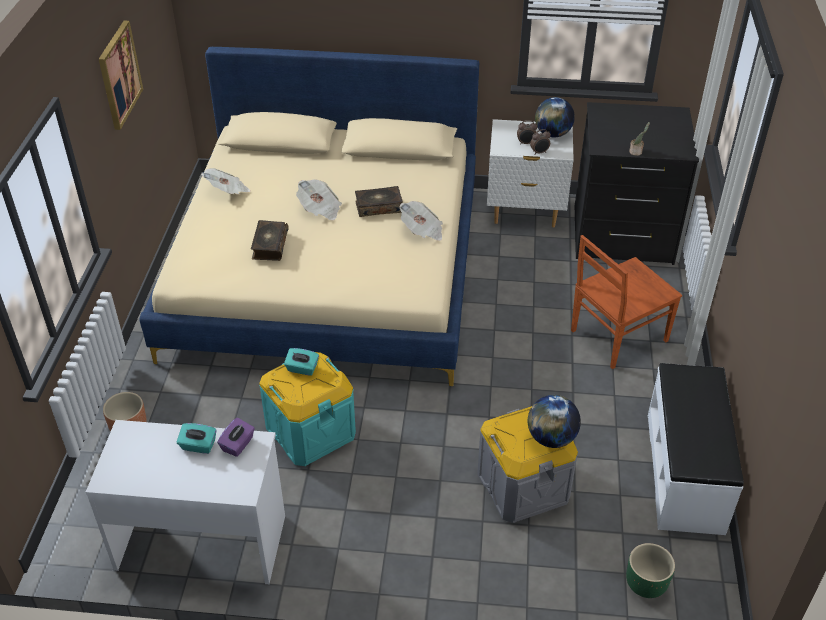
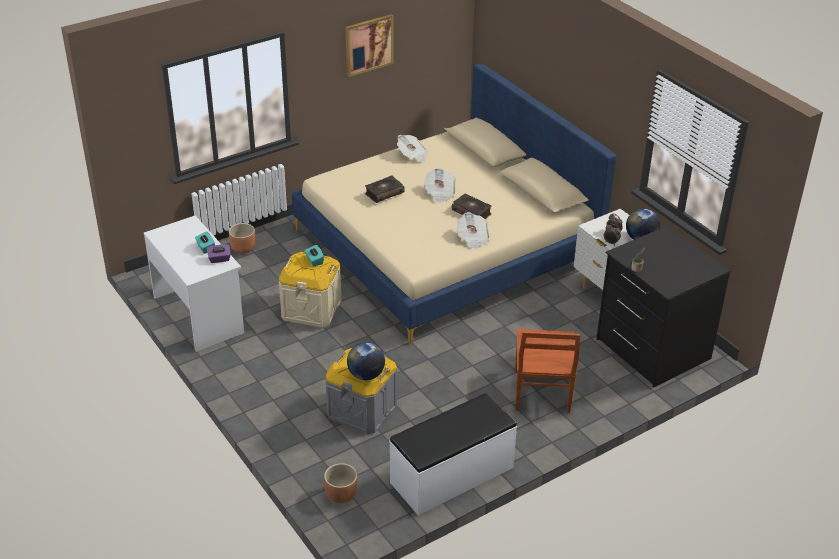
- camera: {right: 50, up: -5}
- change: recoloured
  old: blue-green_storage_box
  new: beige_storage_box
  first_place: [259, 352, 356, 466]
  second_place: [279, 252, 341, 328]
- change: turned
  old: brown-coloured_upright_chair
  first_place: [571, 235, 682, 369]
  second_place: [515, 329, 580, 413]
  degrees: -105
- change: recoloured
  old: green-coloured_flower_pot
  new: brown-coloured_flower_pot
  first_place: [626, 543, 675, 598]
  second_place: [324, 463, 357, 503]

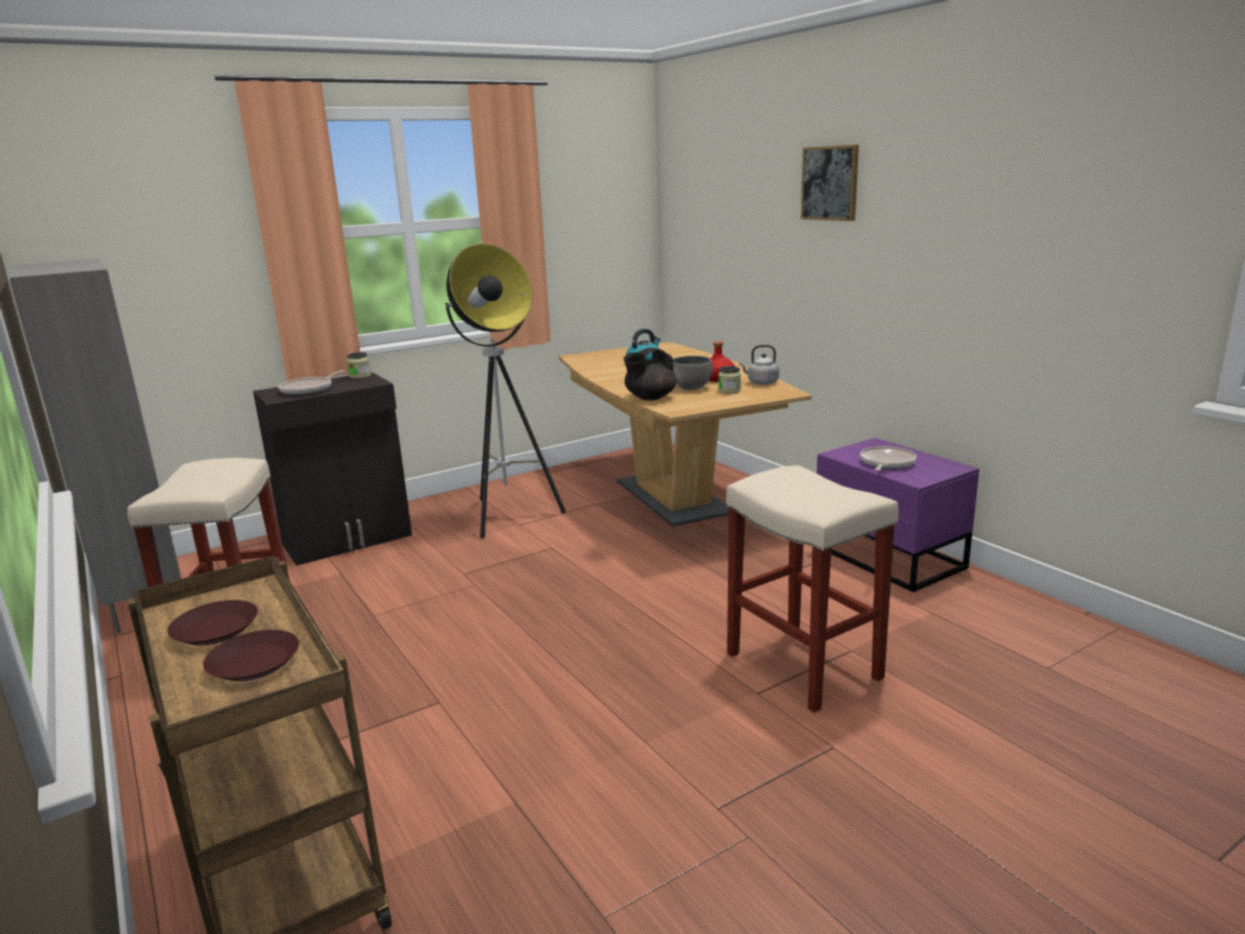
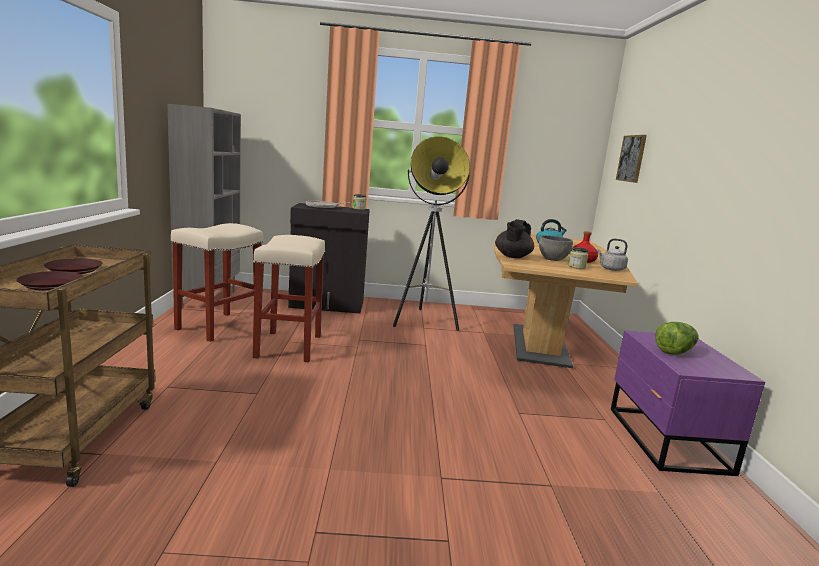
- camera: {right: 30, up: -5}
- change: turned
  old: black_tea_pot
  first_place: [624, 348, 676, 400]
  second_place: [495, 219, 534, 258]
  degrees: -60
- change: moved
  old: beige_sitting_stool
  first_place: [726, 465, 899, 713]
  second_place: [253, 235, 325, 362]
- change: moved
  old: wall_art
  first_place: [801, 145, 859, 221]
  second_place: [616, 135, 647, 183]
- change: replaced
  old: skillet
  new: lettuce
  first_place: [860, 446, 917, 471]
  second_place: [655, 322, 699, 355]

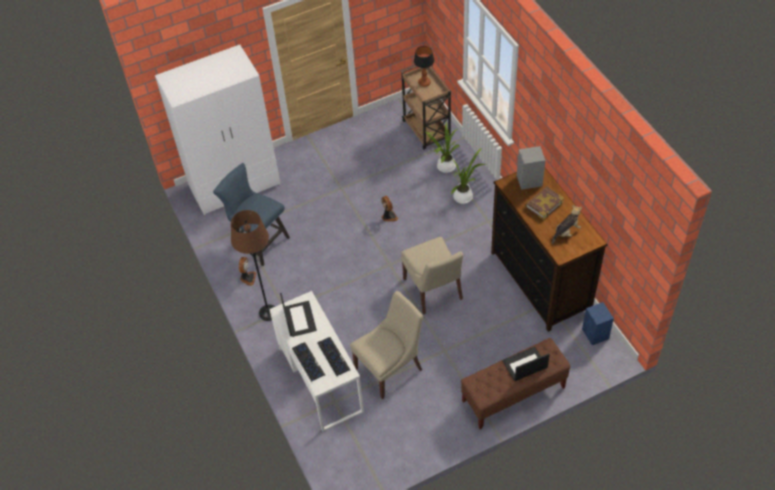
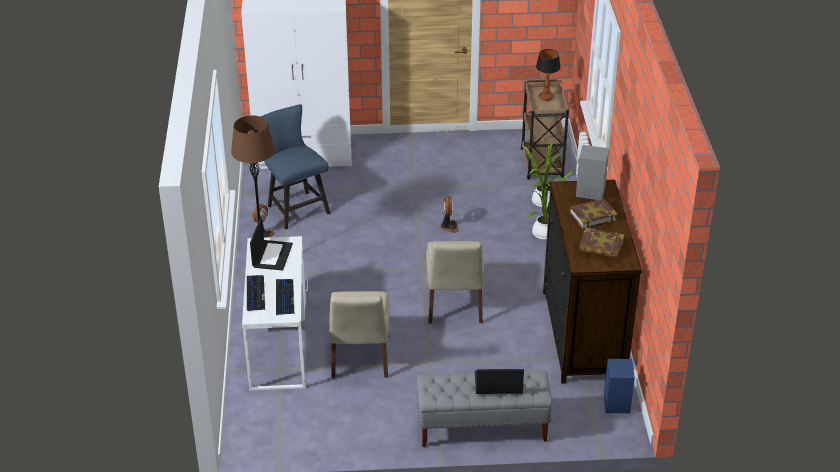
- camera: {right: 20, up: -15}
- change: turned
  old: beige_upright_chair
  first_place: [350, 291, 423, 399]
  second_place: [329, 291, 390, 378]
  degrees: 105
- change: recoloured
  old: brown-coloured_indoor_bench
  new: grey_indoor_bench
  first_place: [461, 338, 570, 429]
  second_place: [417, 370, 552, 447]
- change: replaced
  old: cuddly_toy
  new: bound_book
  first_place: [552, 205, 582, 244]
  second_place: [579, 227, 624, 258]

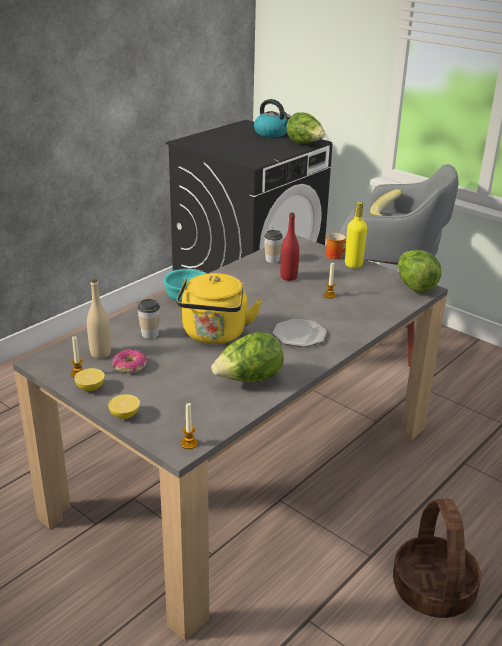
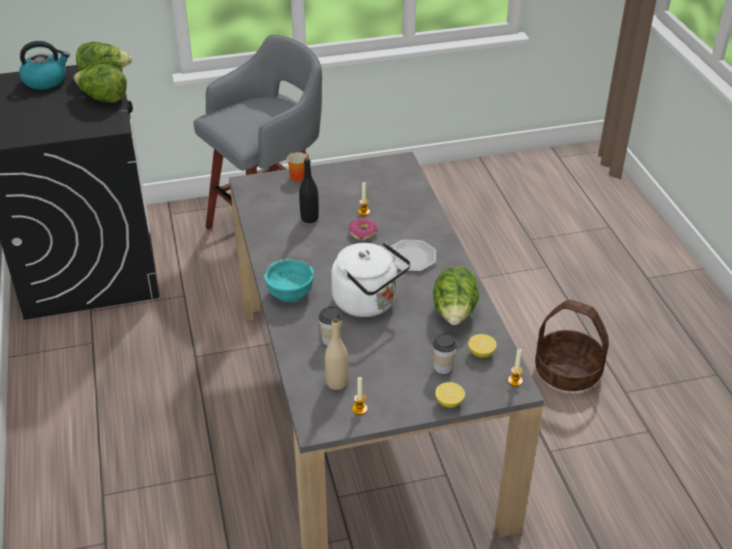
- camera: {right: -55, up: 10}
- change: moved
  old: lemon
  first_place: [74, 368, 105, 391]
  second_place: [468, 334, 497, 358]
- change: moved
  old: donut
  first_place: [112, 349, 147, 373]
  second_place: [349, 218, 377, 240]
- change: recoloured
  old: yellow-coloured_kettle
  new: whitish_kettle
  first_place: [176, 273, 262, 344]
  second_place: [331, 242, 411, 317]
- change: moved
  old: small_cup
  first_place: [264, 230, 283, 263]
  second_place: [433, 333, 457, 374]
- change: recoloured
  old: red-coloured_beverage_bottle
  new: black_beverage_bottle
  first_place: [280, 212, 299, 281]
  second_place: [299, 157, 319, 223]
- change: removed
  old: yellow-coloured_beverage_bottle
  first_place: [345, 202, 367, 268]
- change: removed
  old: banana_fruit
  first_place: [370, 189, 402, 216]
- change: moved
  old: lettuce
  first_place: [398, 250, 441, 293]
  second_place: [74, 64, 127, 103]

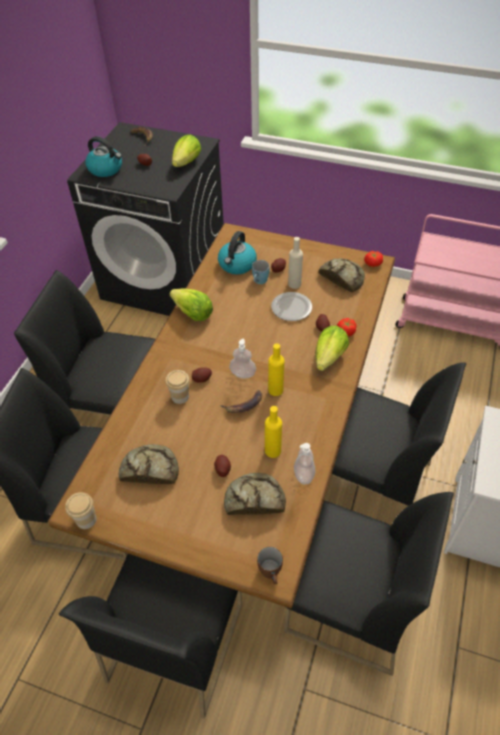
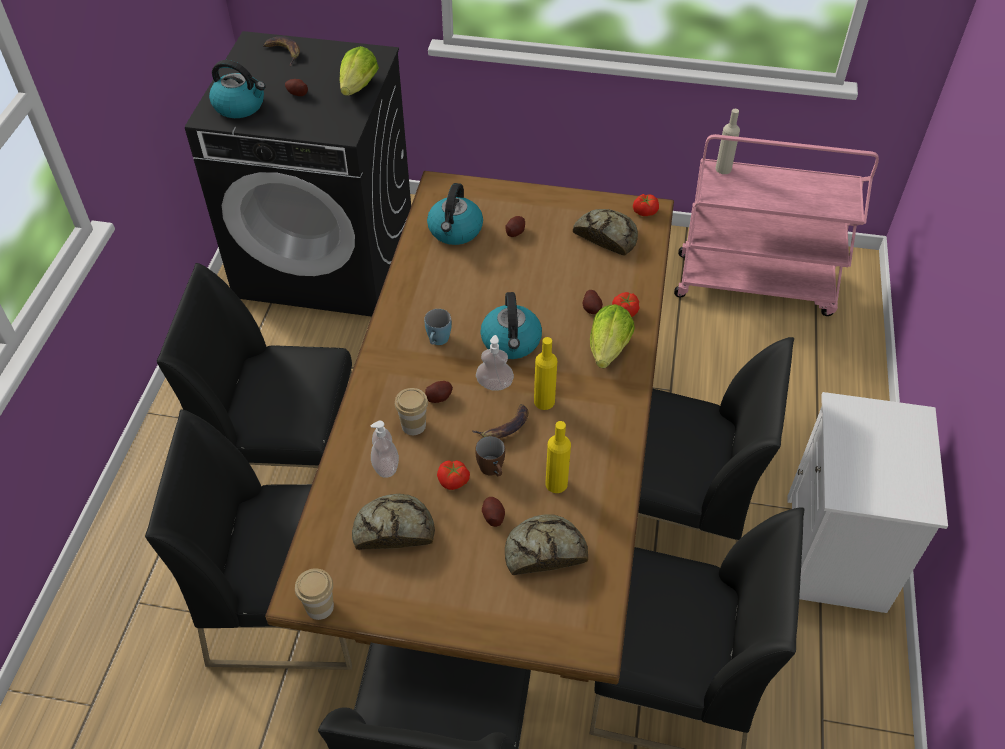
- camera: {right: -10, up: 0}
- change: removed
  old: lettuce
  first_place: [170, 288, 213, 321]
- change: moved
  old: blue_coffee_mug
  first_place: [252, 260, 270, 284]
  second_place: [424, 309, 452, 345]
- change: moved
  old: brown-coloured_coffee_mug
  first_place: [257, 547, 283, 584]
  second_place: [475, 436, 505, 476]
- change: removed
  old: dinner_plate
  first_place: [271, 292, 312, 321]
- change: moved
  old: beige_beverage_bottle
  first_place: [288, 237, 303, 289]
  second_place: [715, 109, 740, 174]
- change: moved
  old: soap_bottle
  first_place: [294, 443, 315, 485]
  second_place: [371, 421, 399, 478]
- change: added
  new: whole_tomato
  second_place: [437, 460, 470, 490]
- change: added
  new: kettle
  second_place: [480, 292, 542, 359]

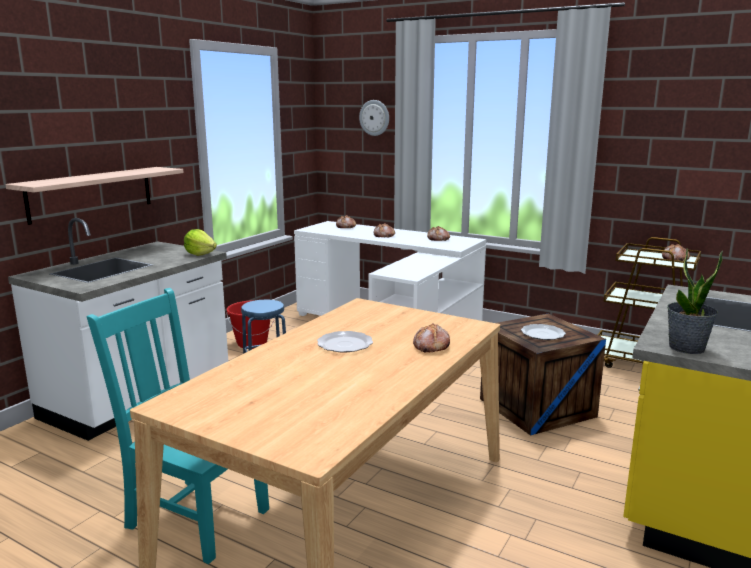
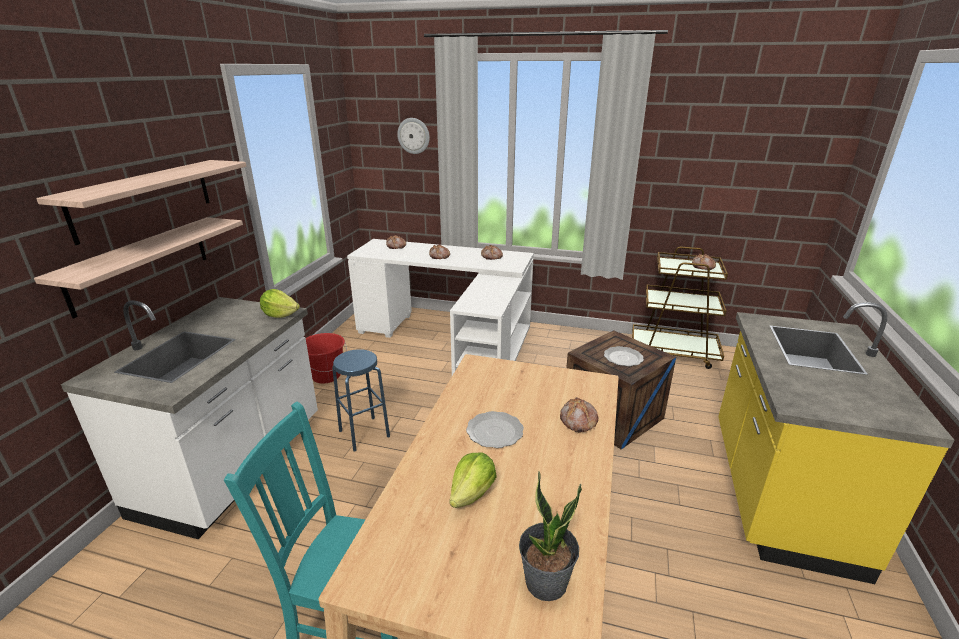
- camera: {right: -15, up: 10}
- change: moved
  old: plant_in_a_pot
  first_place: [667, 249, 723, 354]
  second_place: [519, 471, 582, 601]
- change: added
  new: shelf
  second_place: [36, 160, 246, 245]
- change: added
  new: lettuce
  second_place: [450, 453, 497, 508]

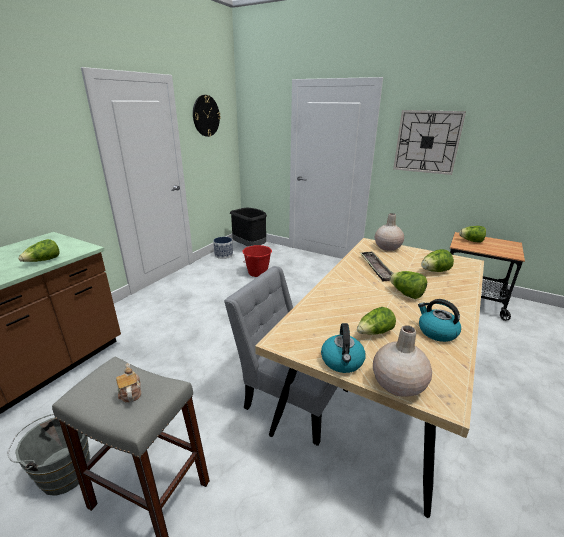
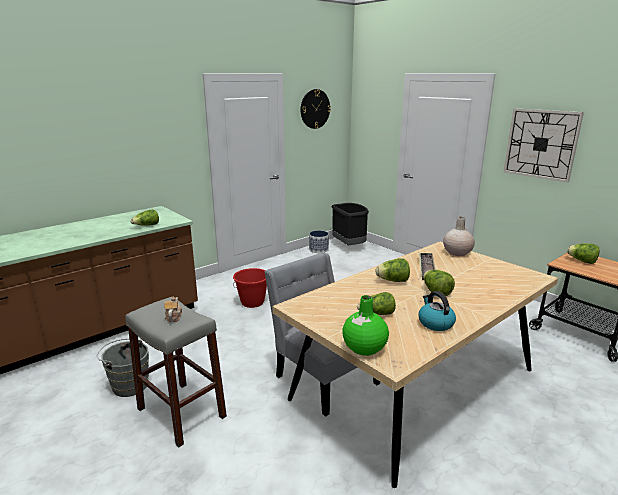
- camera: {right: 20, up: -5}
- change: moved
  old: red-coloured_pail
  first_place: [242, 245, 272, 277]
  second_place: [233, 268, 267, 308]
- change: removed
  old: kettle
  first_place: [321, 323, 365, 373]
- change: recoloured
  old: beige_decorative_vase
  new: green-coloured_decorative_vase
  first_place: [373, 326, 432, 397]
  second_place: [342, 295, 389, 356]
- change: moved
  old: lettuce
  first_place: [421, 249, 454, 272]
  second_place: [376, 258, 410, 282]

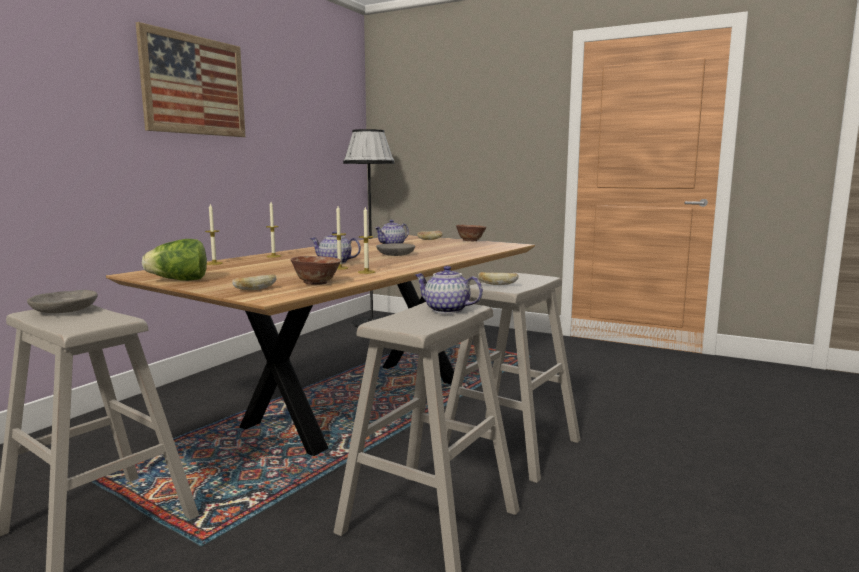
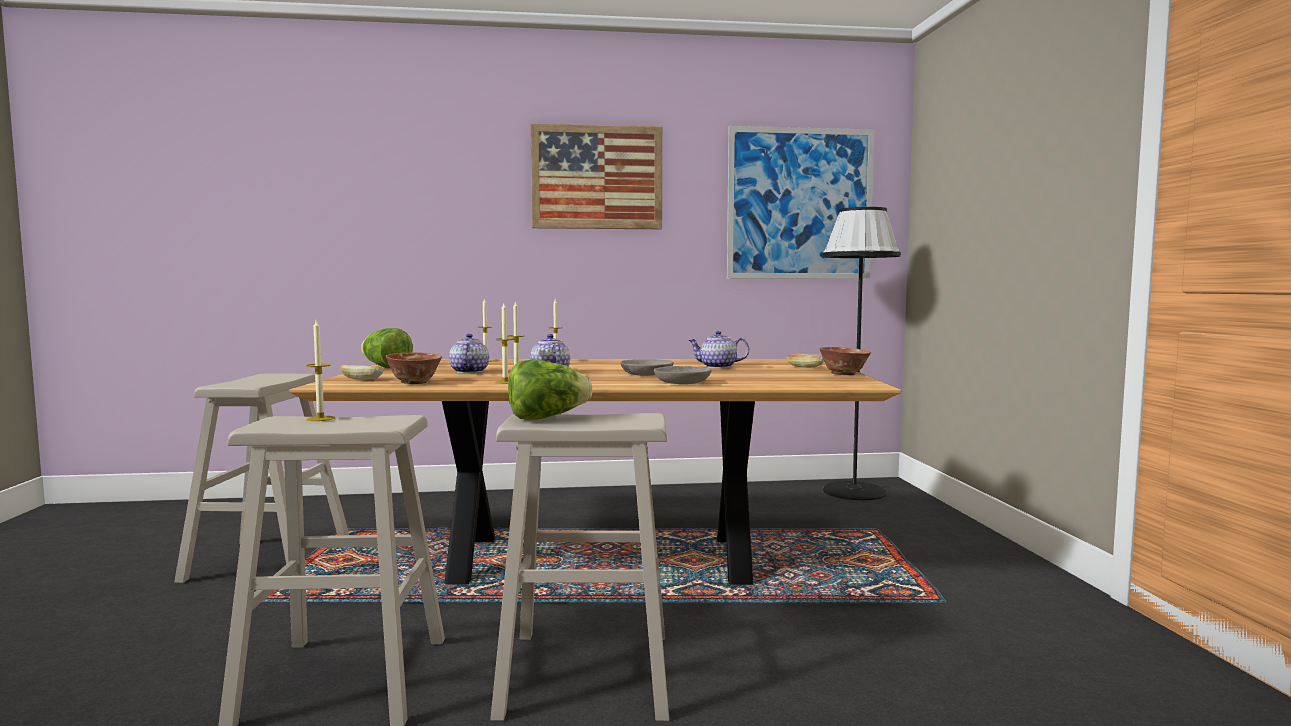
- camera: {right: 55, up: -5}
- change: moved
  old: grey_bowl
  first_place: [27, 290, 98, 313]
  second_place: [654, 366, 712, 384]
- change: moved
  old: tea_pot
  first_place: [415, 266, 483, 314]
  second_place: [449, 334, 489, 373]
- change: replaced
  old: bread
  new: lettuce
  first_place: [478, 272, 519, 285]
  second_place: [508, 360, 592, 420]
- change: added
  new: candle
  second_place: [306, 320, 335, 421]
- change: added
  new: wall_art
  second_place: [727, 126, 874, 279]

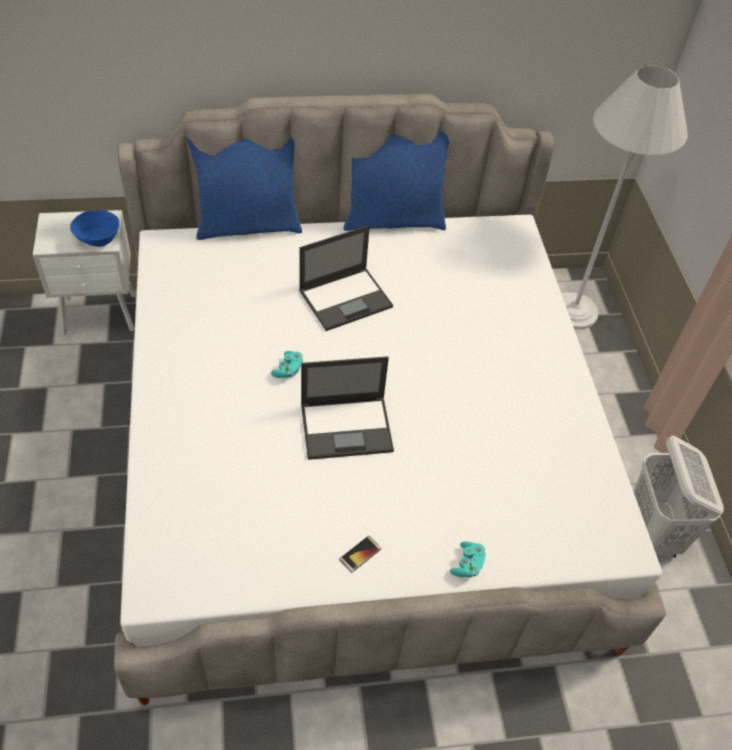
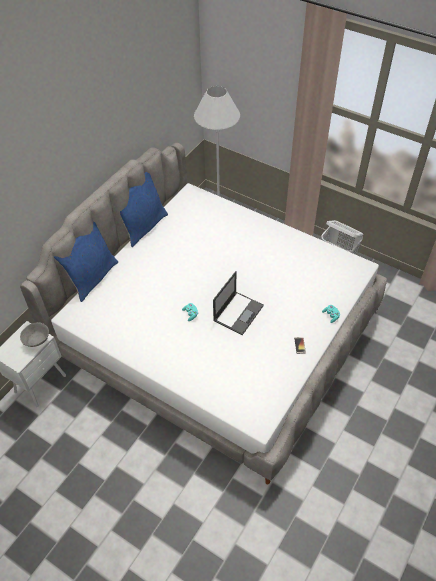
- camera: {right: -45, up: 0}
- change: recoloured
  old: blue_bowl
  new: grey_bowl
  first_place: [70, 210, 119, 247]
  second_place: [20, 322, 49, 347]
- change: removed
  old: portable_computer
  first_place: [299, 225, 393, 331]

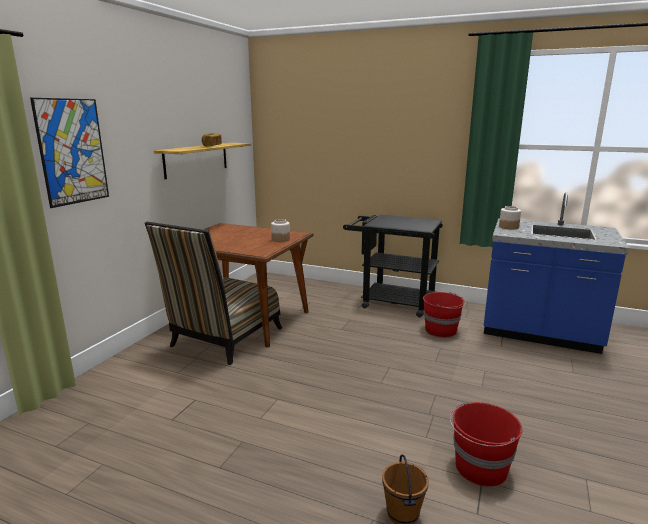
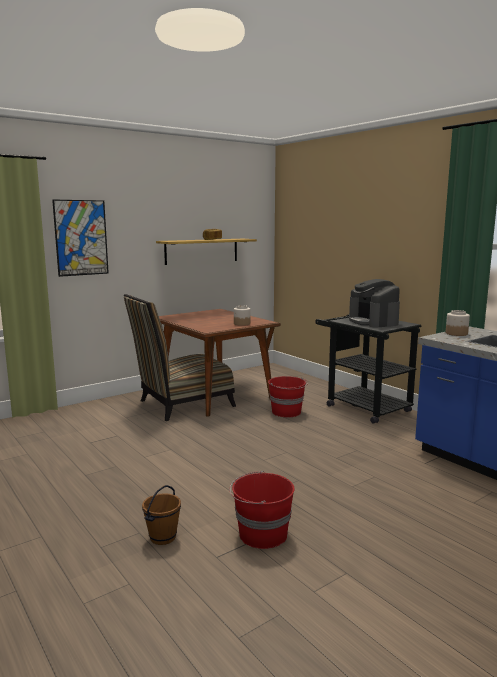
- camera: {right: 30, up: -5}
- change: moved
  old: red-coloured_pail
  first_place: [423, 292, 466, 337]
  second_place: [268, 376, 308, 417]
- change: added
  new: coffee_brewer
  second_place: [349, 279, 400, 328]

